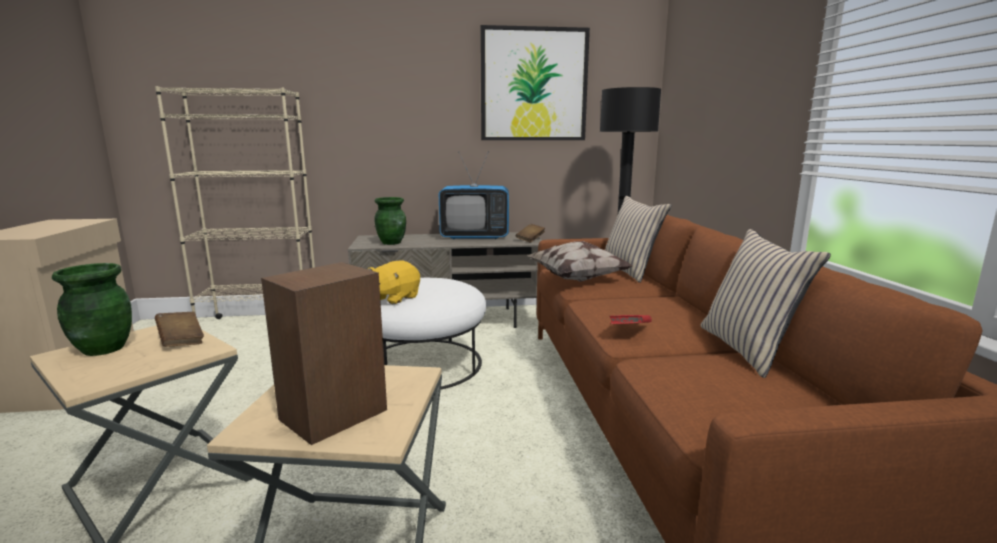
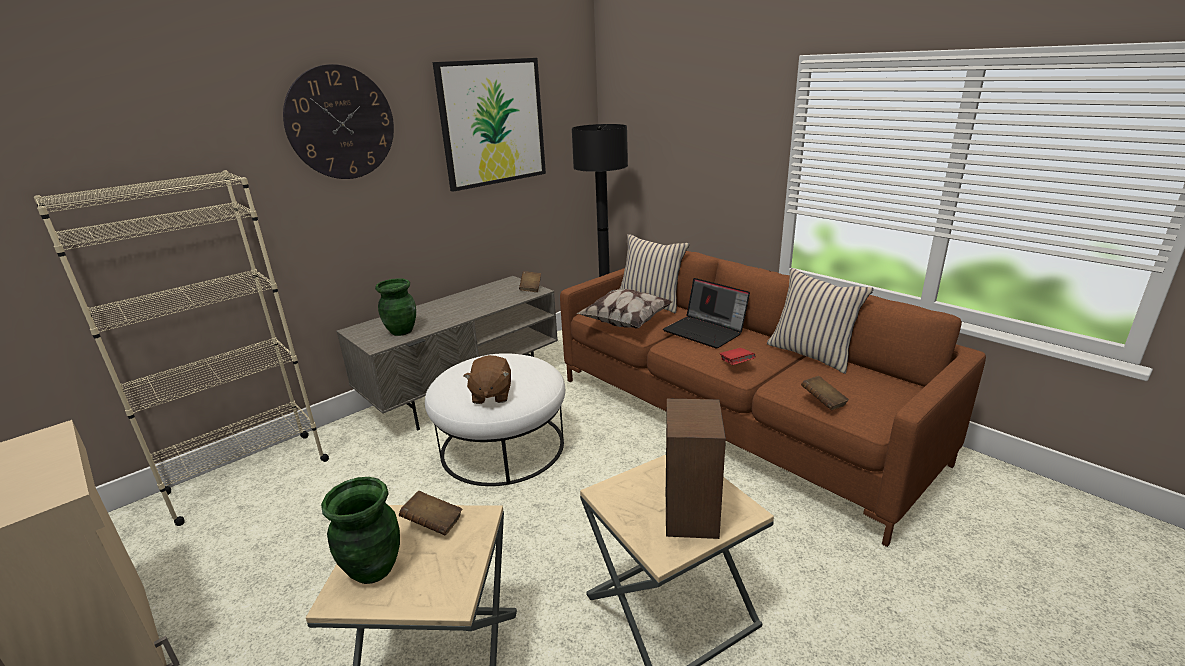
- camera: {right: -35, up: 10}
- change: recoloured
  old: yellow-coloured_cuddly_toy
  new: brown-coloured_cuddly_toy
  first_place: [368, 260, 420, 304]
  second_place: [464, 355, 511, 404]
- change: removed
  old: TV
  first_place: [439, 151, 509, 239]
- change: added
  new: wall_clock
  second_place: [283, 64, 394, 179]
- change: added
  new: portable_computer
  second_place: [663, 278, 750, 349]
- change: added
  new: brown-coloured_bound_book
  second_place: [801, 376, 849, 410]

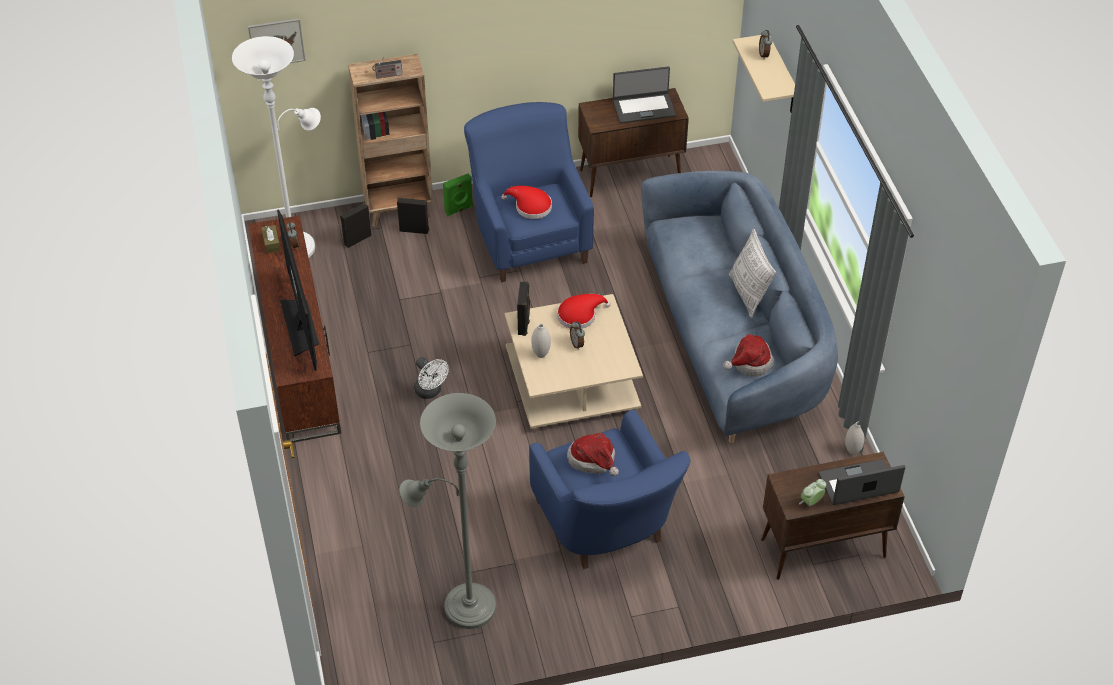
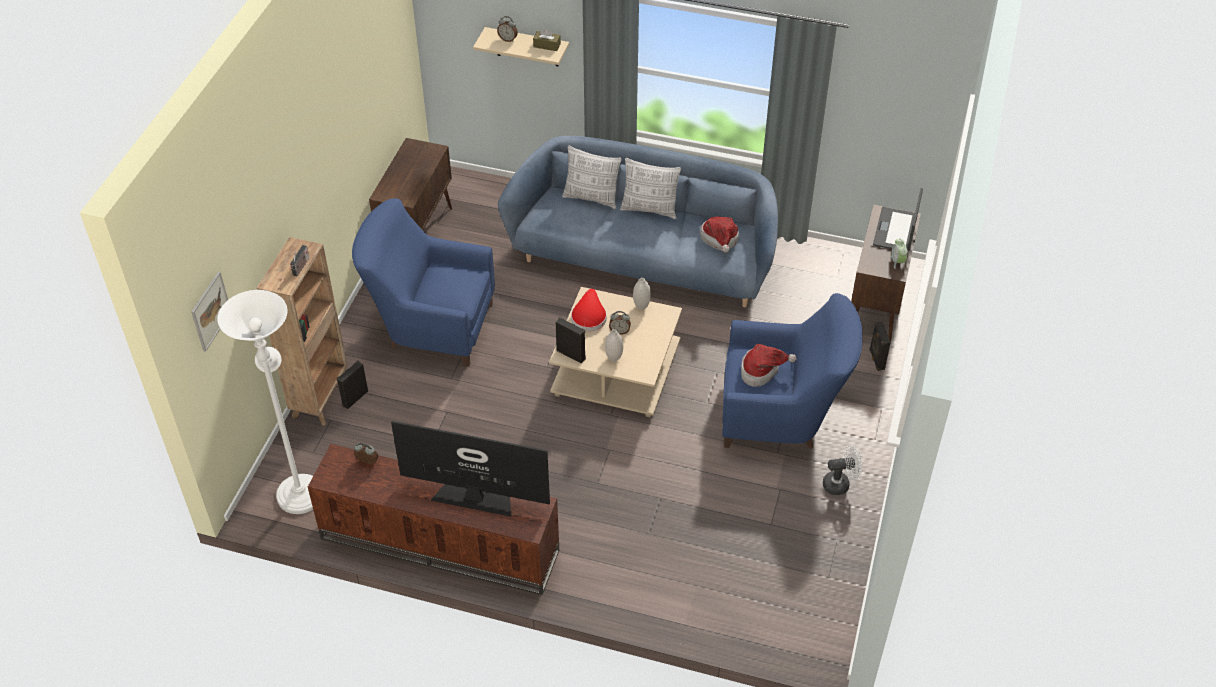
- camera: {right: -60, up: 0}
- change: moved
  old: brown-coloured_box_of_tissues
  first_place: [262, 225, 281, 253]
  second_place: [533, 29, 561, 51]
- change: moved
  old: black_loudspeaker
  first_place: [340, 202, 372, 248]
  second_place: [869, 321, 891, 371]
- change: removed
  old: grey_standard_lamp
  first_place: [399, 393, 496, 629]
- change: moved
  old: whitish_electric_fan
  first_place: [414, 357, 449, 399]
  second_place: [823, 445, 862, 495]
- change: removed
  old: green-coloured_loudspeaker
  first_place: [443, 174, 473, 216]
- change: removed
  old: red-coloured_hat
  first_place: [501, 186, 552, 219]
- change: removed
  old: portable_computer
  first_place: [613, 66, 676, 123]
- change: moved
  old: whitish_decorative_vase
  first_place: [845, 422, 865, 454]
  second_place: [633, 278, 651, 310]
- change: added
  new: throw_pillow
  second_place: [562, 145, 622, 209]

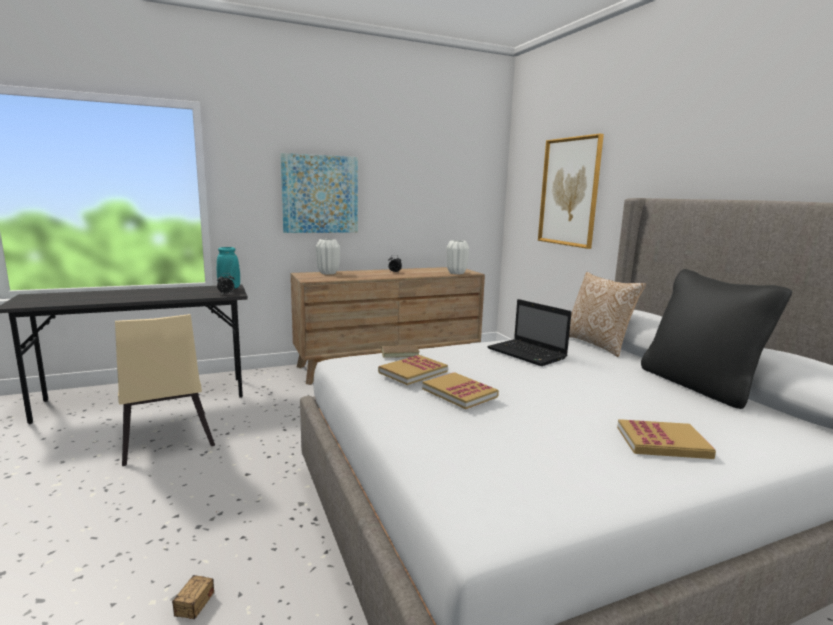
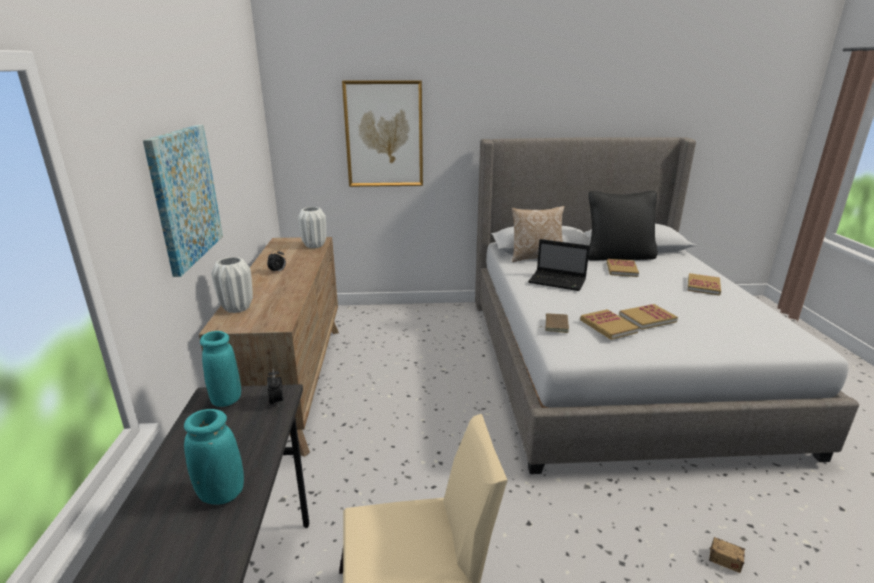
- camera: {right: -70, up: 10}
- change: turned
  old: portable_computer
  first_place: [487, 299, 572, 366]
  second_place: [528, 239, 590, 291]
  degrees: 45
- change: added
  new: blue-green_decorative_vase
  second_place: [184, 409, 244, 505]
- change: added
  new: bound_book
  second_place: [607, 259, 639, 277]

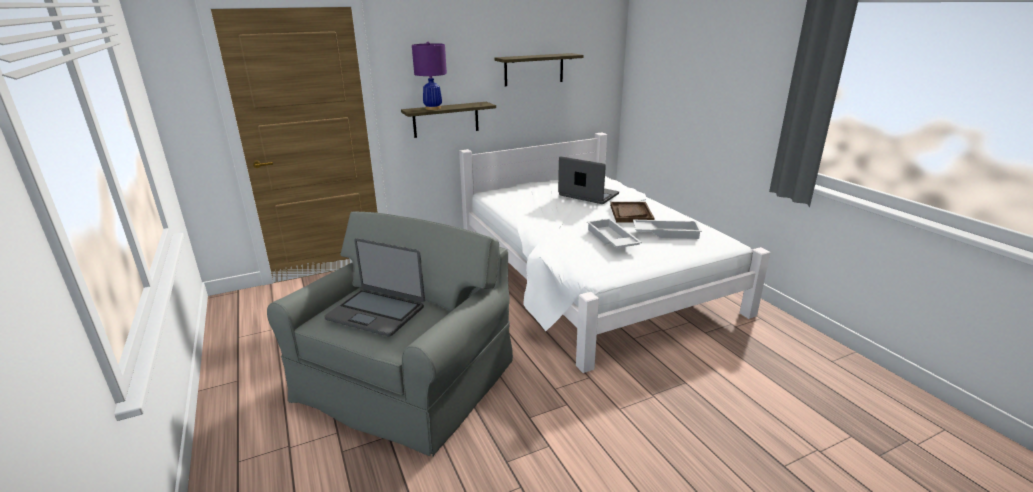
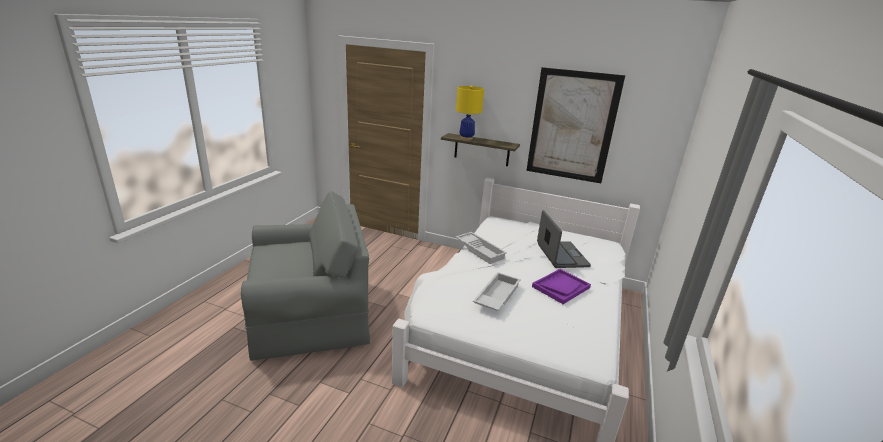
- camera: {right: 45, up: 0}
- change: removed
  old: portable_computer
  first_place: [325, 238, 425, 337]
- change: recoloured
  old: purple-coloured_lamp_for_a_table
  new: yellow-coloured_lamp_for_a_table
  first_place: [412, 42, 447, 110]
  second_place: [456, 86, 484, 140]
- change: replaced
  old: shelf
  new: wall_art
  first_place: [494, 53, 584, 86]
  second_place: [526, 67, 625, 183]
- change: recoloured
  old: brown-coloured_tray
  new: purple-coloured_tray
  first_place: [610, 202, 654, 223]
  second_place: [532, 269, 591, 304]
- change: moved
  old: whitish_tray
  first_place: [633, 220, 702, 239]
  second_place: [455, 232, 507, 264]

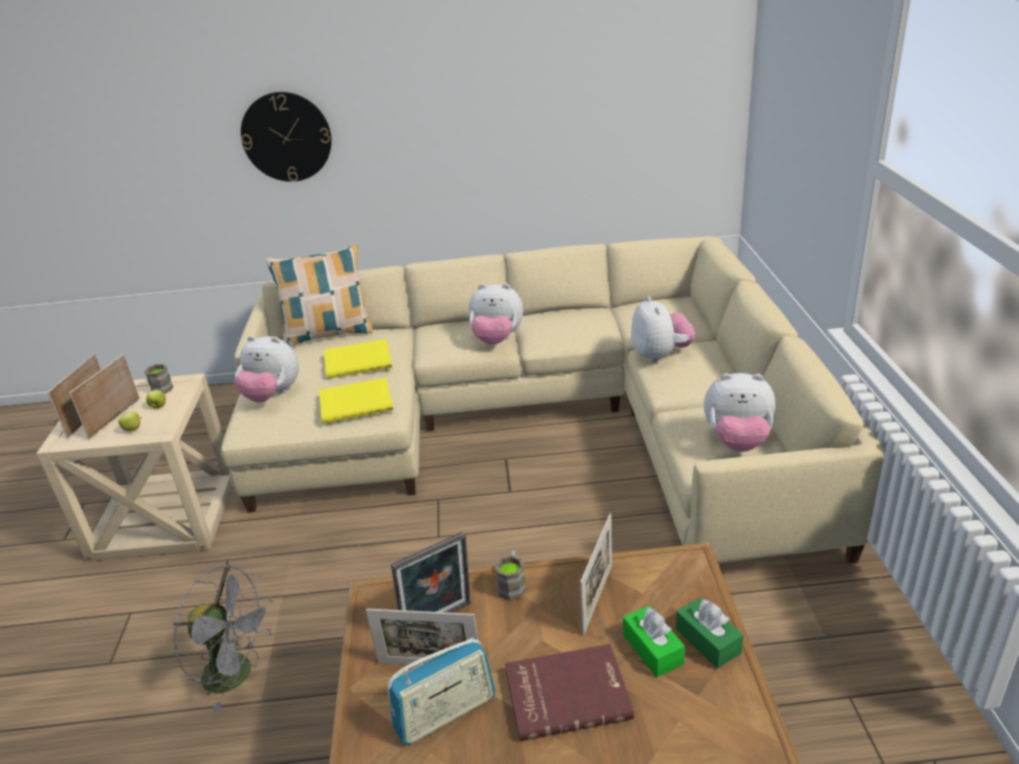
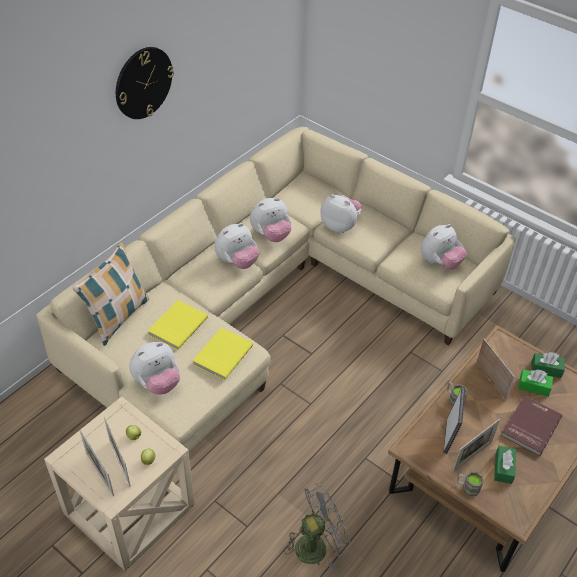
- camera: {right: -50, up: 15}
- change: moved
  old: brown-coloured_coffee_mug
  first_place: [145, 363, 174, 394]
  second_place: [457, 472, 484, 496]
- change: moved
  old: wall_clock
  first_place: [241, 92, 332, 182]
  second_place: [116, 47, 174, 119]
- change: replaced
  old: radio_set
  new: green-coloured_box_of_tissues
  first_place: [388, 637, 496, 745]
  second_place: [494, 446, 516, 484]
- change: added
  new: cuddly_toy
  second_place: [250, 197, 292, 242]

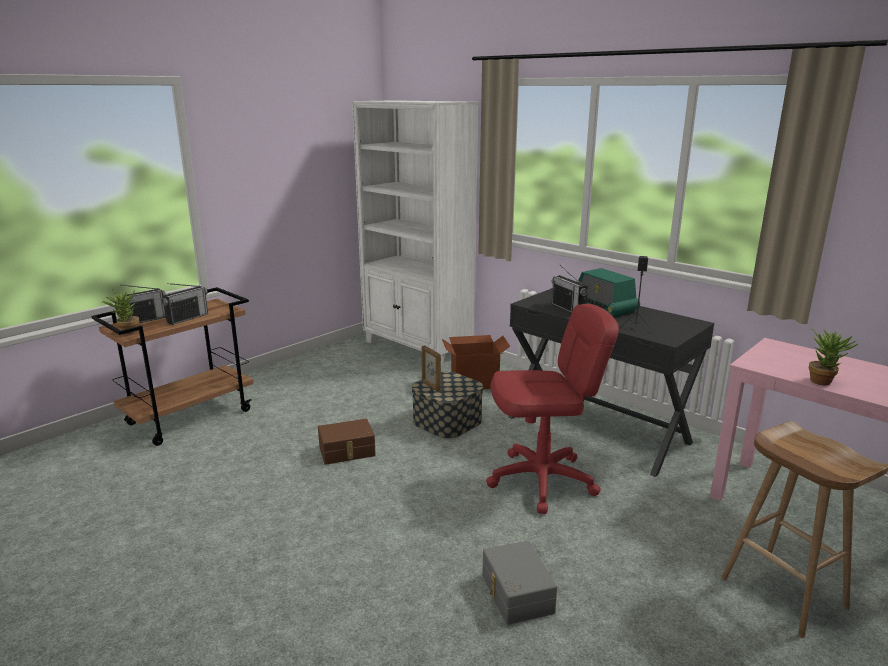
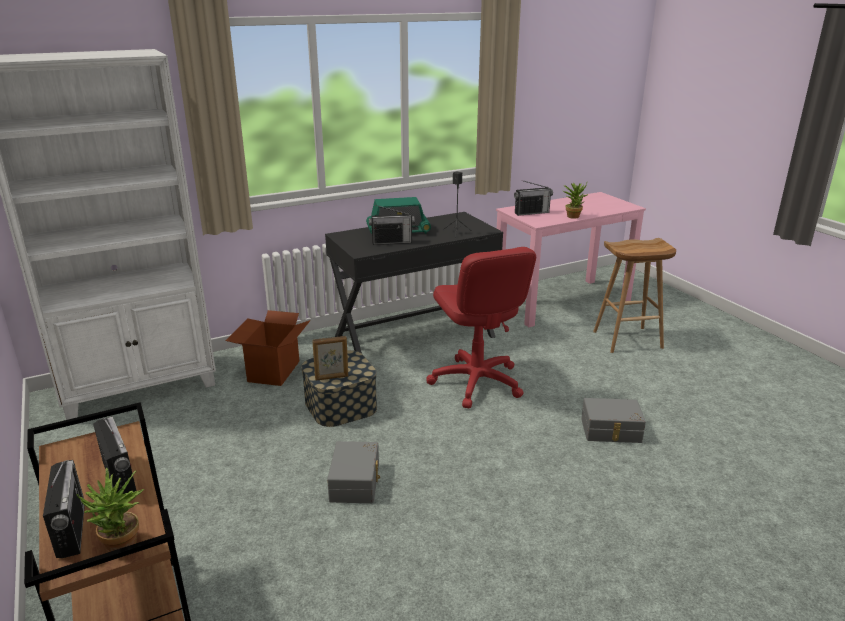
- camera: {right: -70, up: 5}
- change: recoloured
  old: brown-coloured_storage_box
  new: grey_storage_box
  first_place: [318, 419, 376, 465]
  second_place: [327, 441, 380, 503]
- change: turned
  old: red-coloured_computer_chair
  first_place: [486, 304, 619, 514]
  second_place: [426, 247, 536, 408]
  degrees: 150
- change: added
  new: radio_set
  second_place: [514, 180, 553, 216]

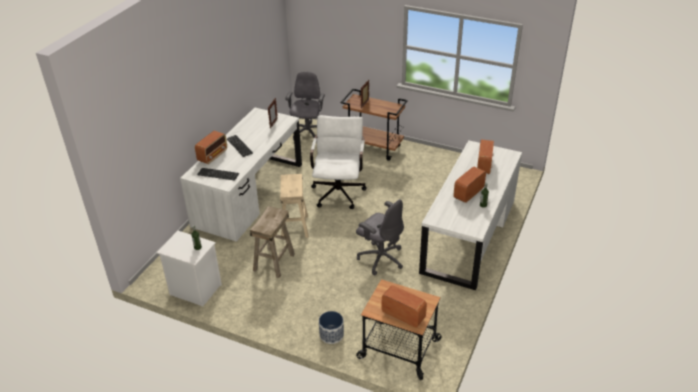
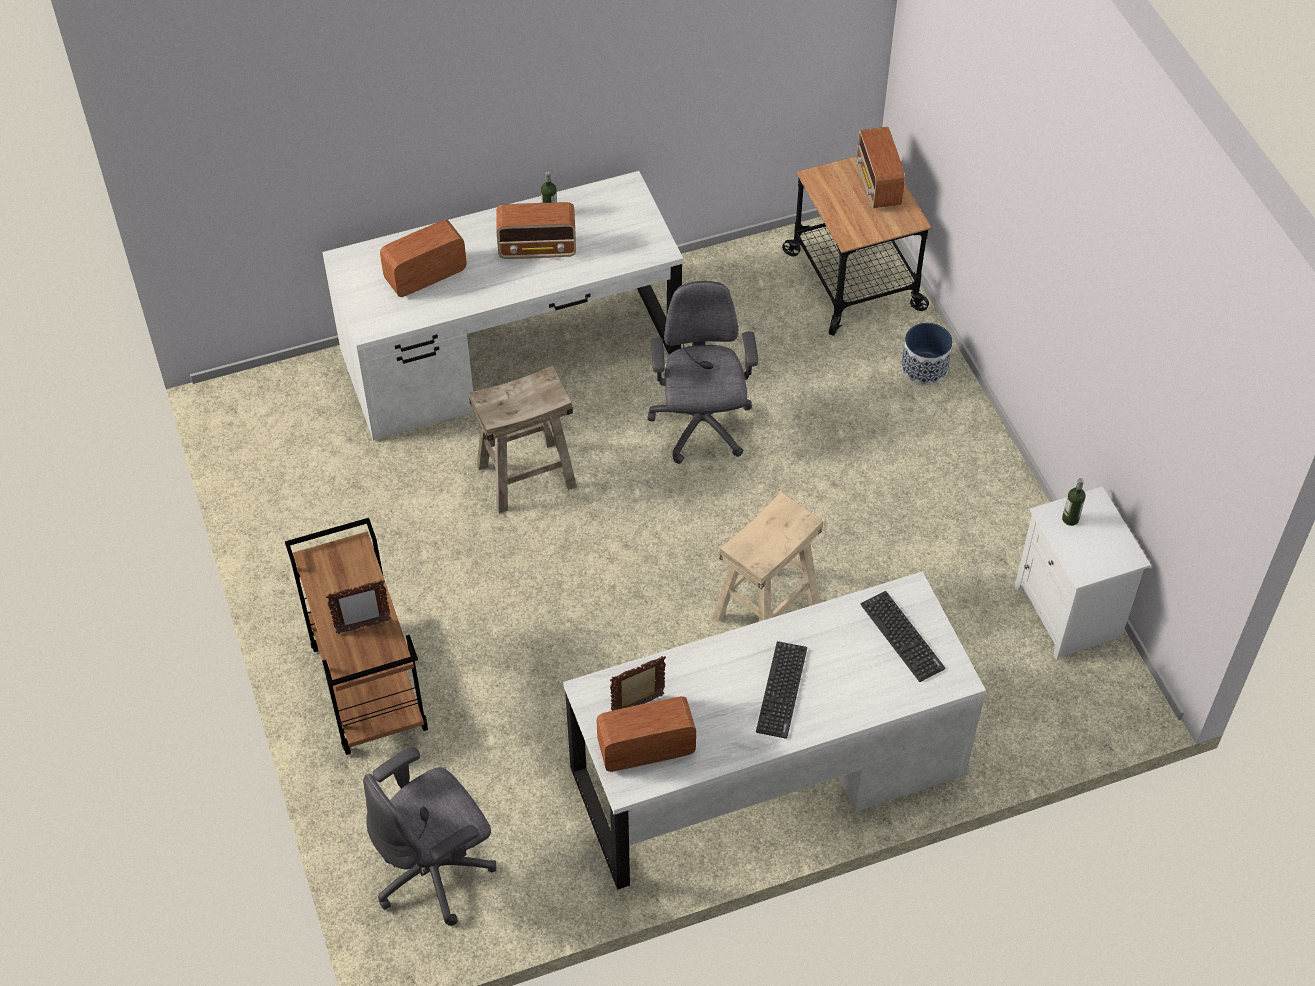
- camera: {right: -135, up: 15}
- change: moved
  old: radio_set
  first_place: [195, 131, 227, 164]
  second_place: [596, 696, 696, 772]
- change: moved
  old: beige_sitting_stool
  first_place: [250, 206, 295, 278]
  second_place: [469, 366, 577, 513]
- change: removed
  old: whitish_computer_chair
  first_place: [310, 115, 367, 209]

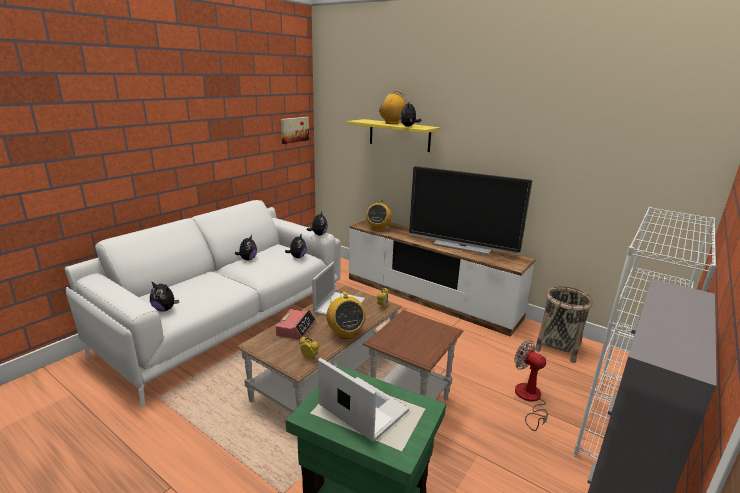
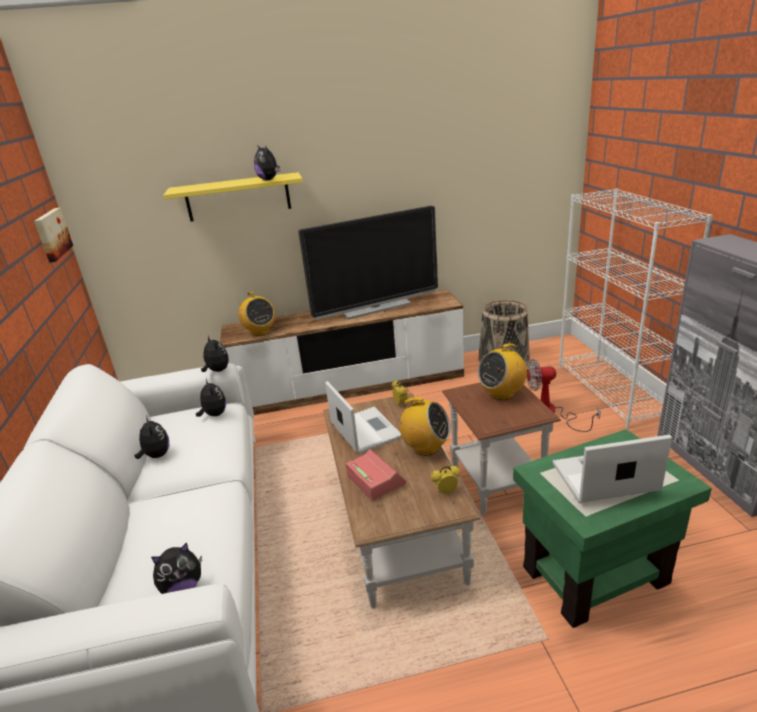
- camera: {right: -45, up: 5}
- change: moved
  old: radio_set
  first_place: [379, 91, 406, 124]
  second_place: [478, 343, 527, 400]

